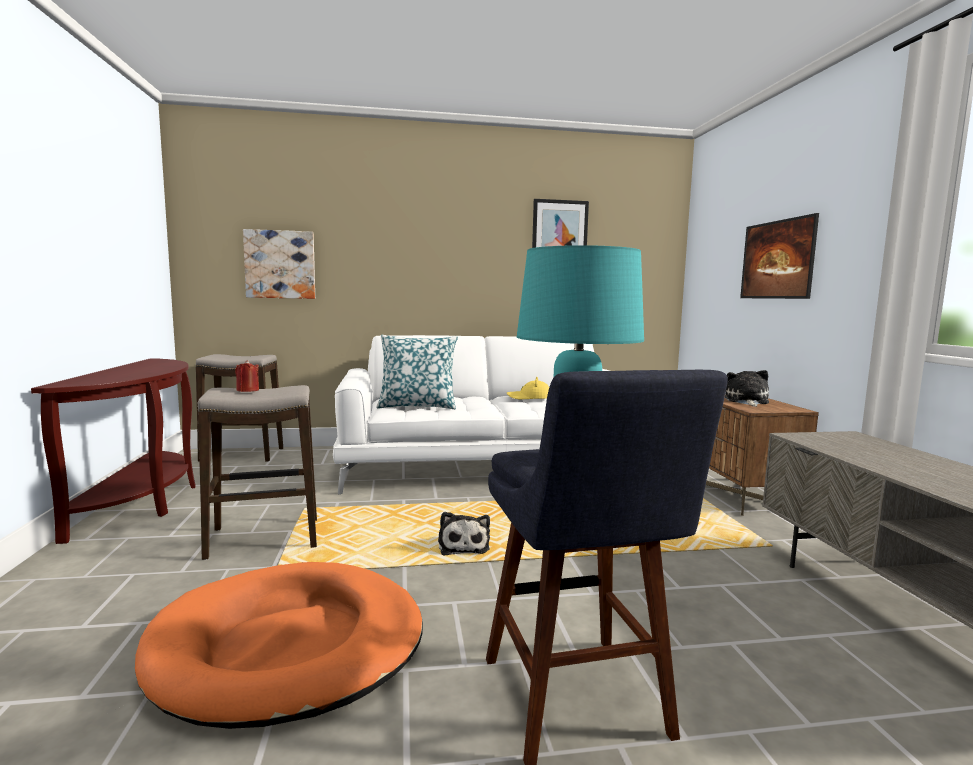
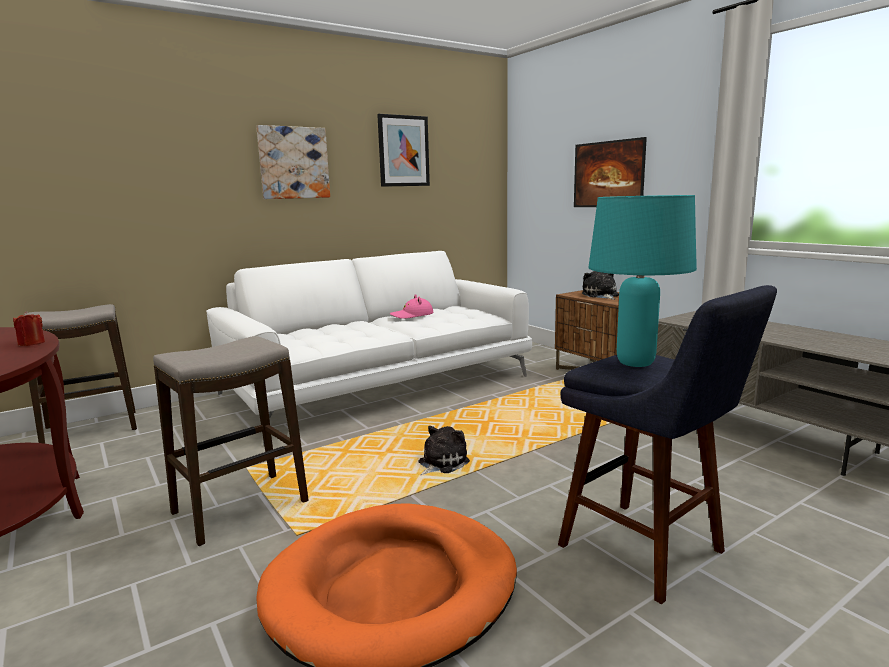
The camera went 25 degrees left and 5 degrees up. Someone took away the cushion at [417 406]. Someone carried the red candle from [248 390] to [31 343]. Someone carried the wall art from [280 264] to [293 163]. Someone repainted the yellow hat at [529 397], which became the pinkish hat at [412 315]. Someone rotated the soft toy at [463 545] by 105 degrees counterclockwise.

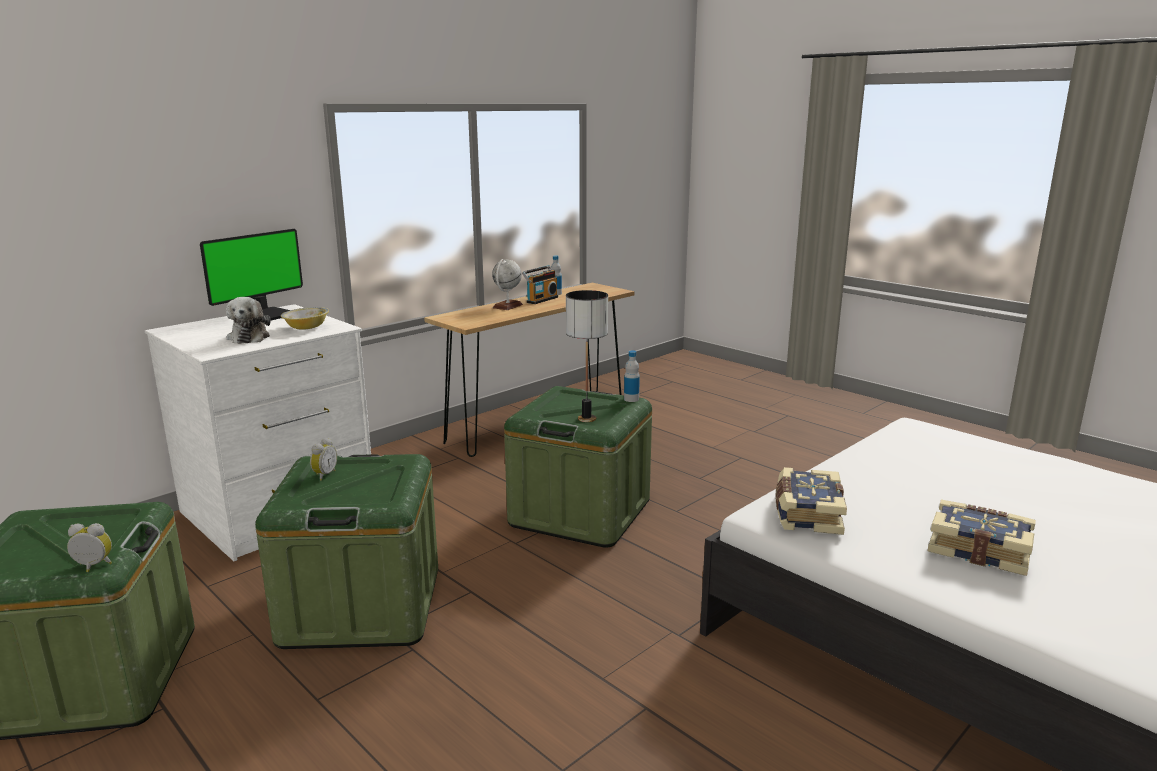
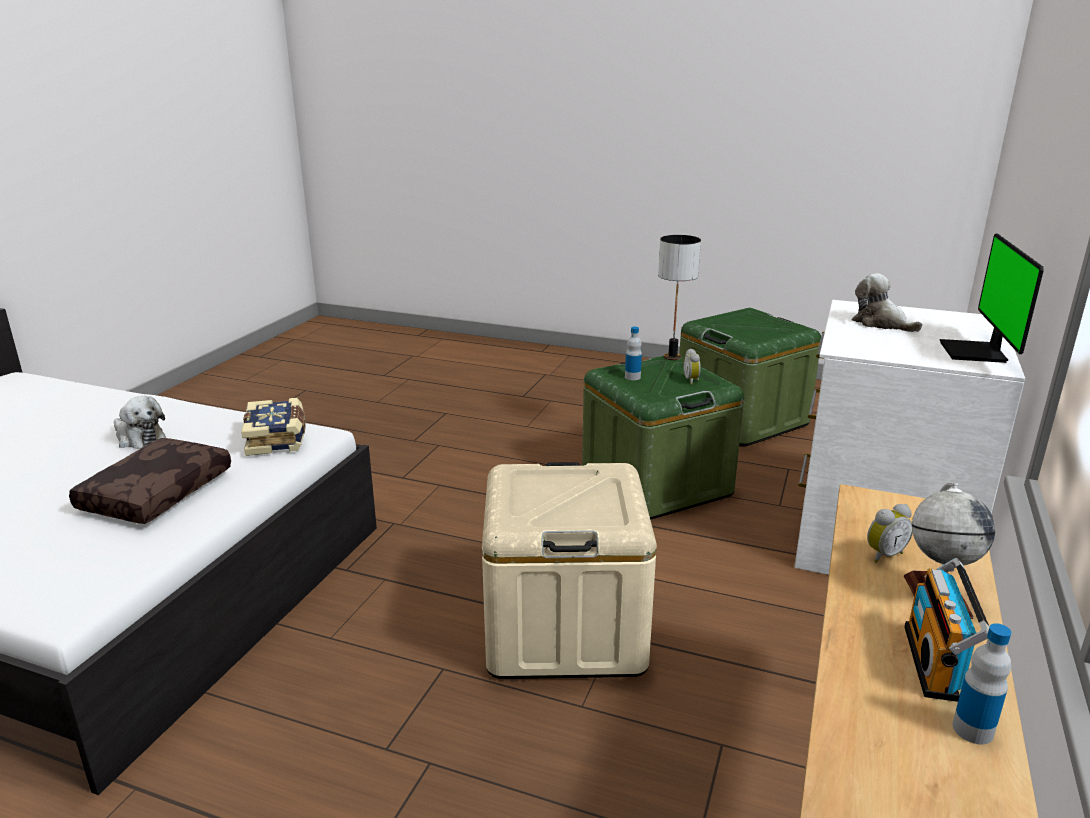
The camera went 155 degrees right and 5 degrees up. Someone took away the bowl at [306 328]. Someone put down the brownish cushion at [156 492]. Someone carried the alarm clock from [93 567] to [883 554]. Someone carried the table lamp from [587 418] to [672 357]. Someone carried the beverage bottle from [631 399] to [632 377]. Someone swapped the book at [979 549] for the soft toy at [139 438]. Someone repainted the green-coloured storage box at [580 513], which became the beige storage box at [564 628].

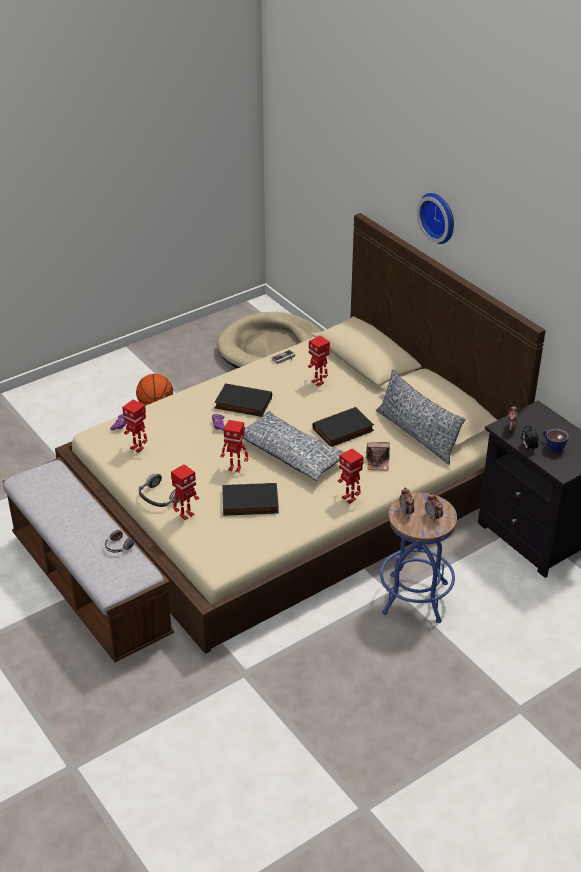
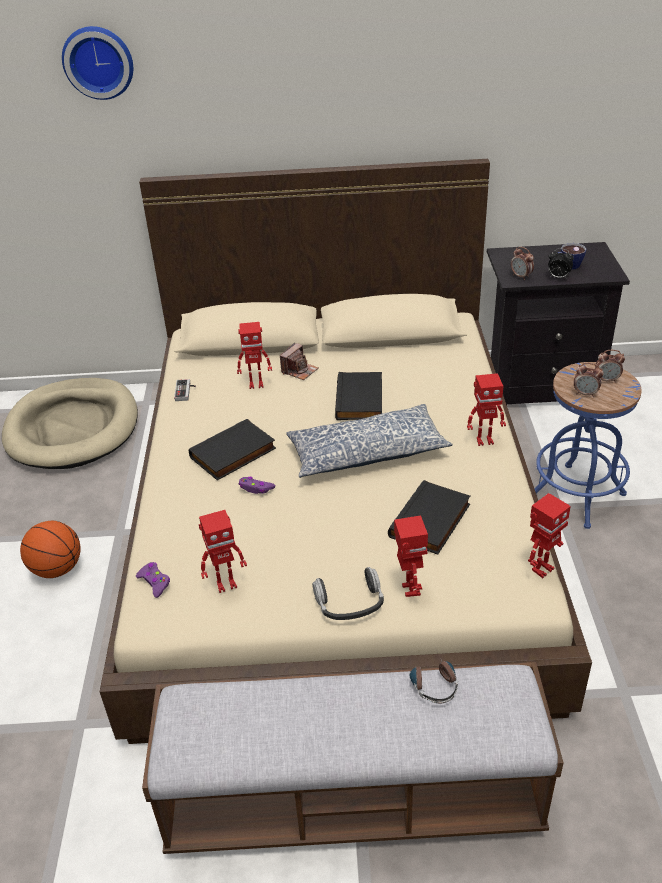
The camera went 55 degrees left and 0 degrees up. Someone took away the cushion at [417 434]. Someone carried the toy robot from [235 468] to [541 569]. Someone carried the photo camera from [378 463] to [299 370]. Someone carried the clock on the wall from [439 217] to [98 61].

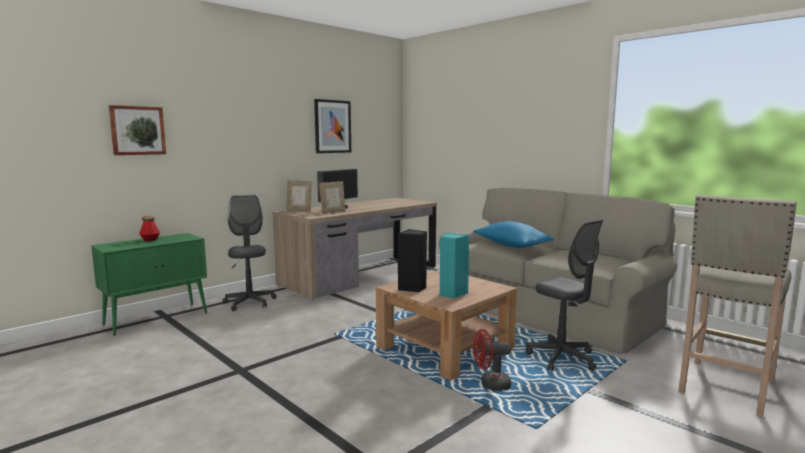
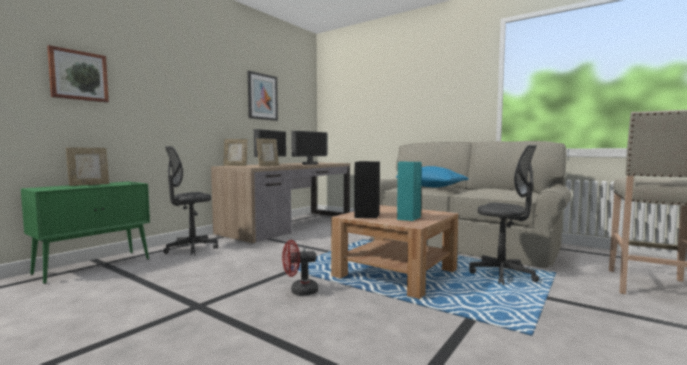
The camera went 10 degrees left and 5 degrees down. Someone put down the computer display at [309 164]. Someone carried the red cooling fan from [490 384] to [299 291]. Someone swapped the beverage bottle at [150 240] for the standing frame at [89 184]. Someone rotated the gray desk chair at [249 303] by 105 degrees counterclockwise.

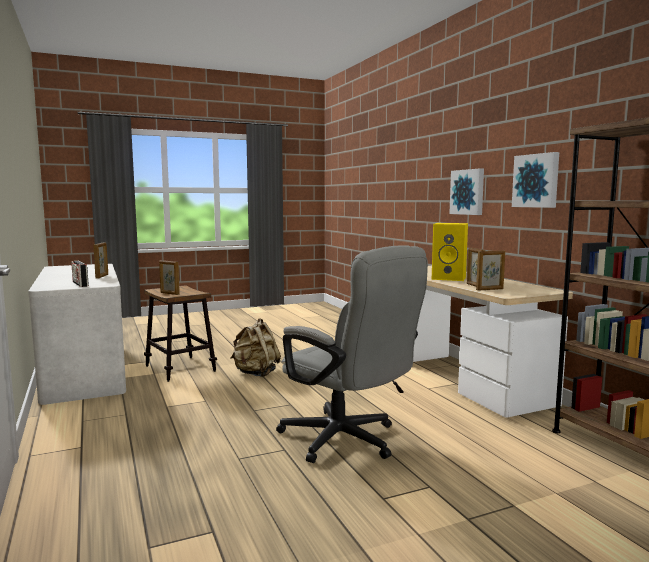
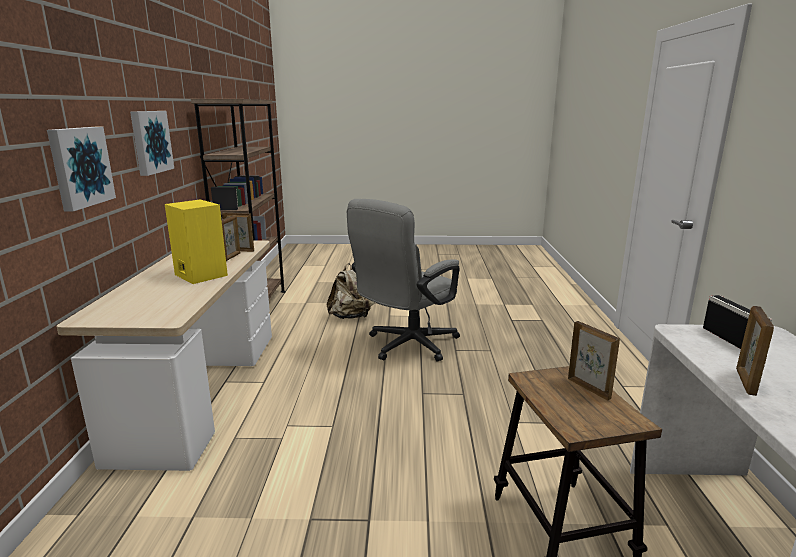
The camera went 155 degrees left and 10 degrees up. Someone carried the beige backpack from [256 373] to [351 317]. Someone rotated the gray desk chair at [347 441] by 120 degrees counterclockwise.

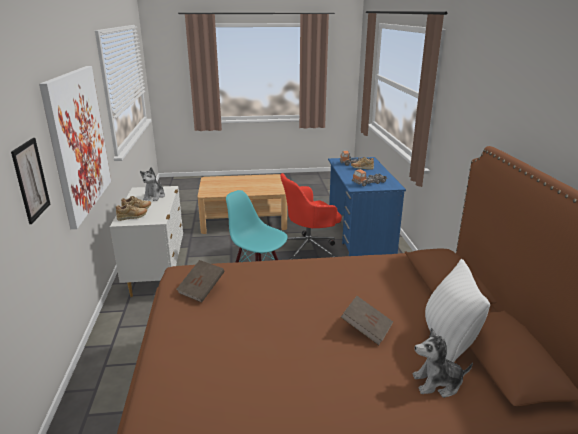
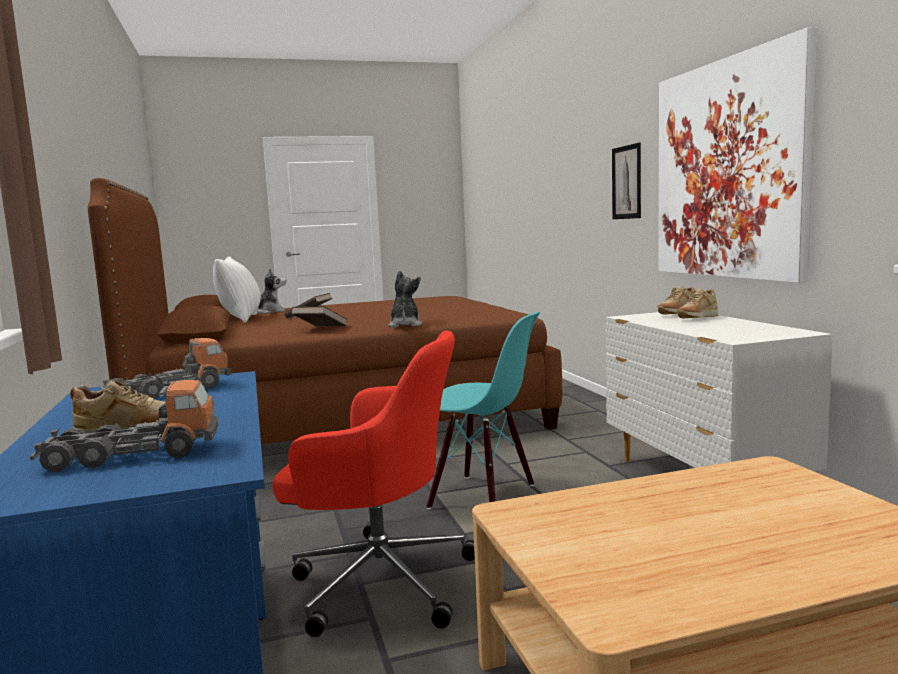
The camera went 170 degrees right and 15 degrees down. Someone carried the soft toy from [154 196] to [405 325]. Someone carried the brownish book from [201 290] to [320 329]. Someone rotated the red desk chair at [309 250] by 45 degrees clockwise.

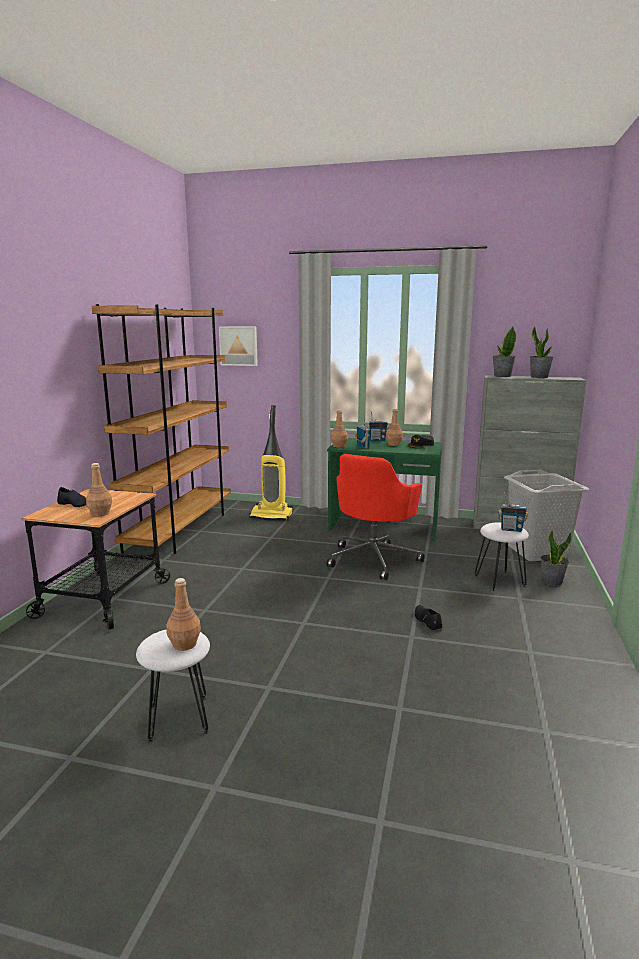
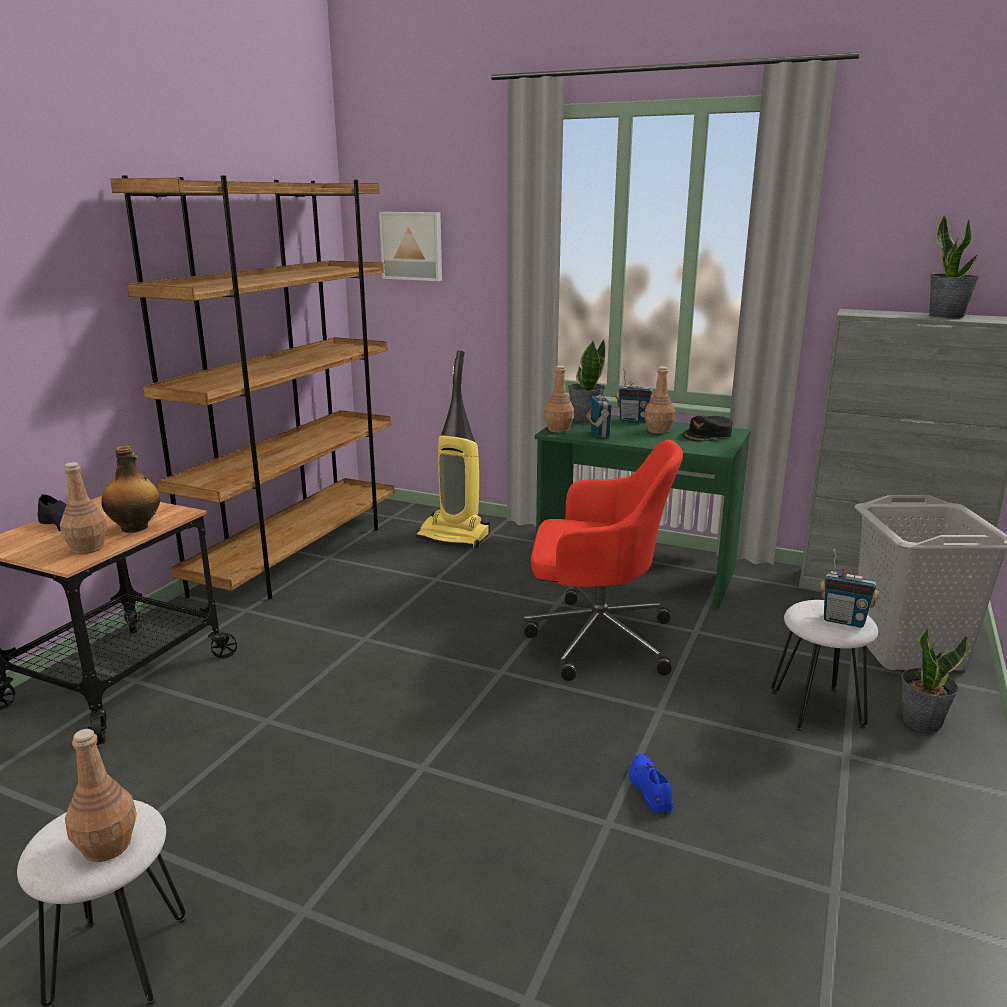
The camera went 10 degrees right and 5 degrees up. Someone put down the beverage bottle at [136 528]. Someone carried the plant in a pot from [502 376] to [585 419]. Someone repainted the black item of footwear at [427 620], which became the bluish item of footwear at [650 788]. Someone rotated the red desk chair at [374 559] by 120 degrees counterclockwise.

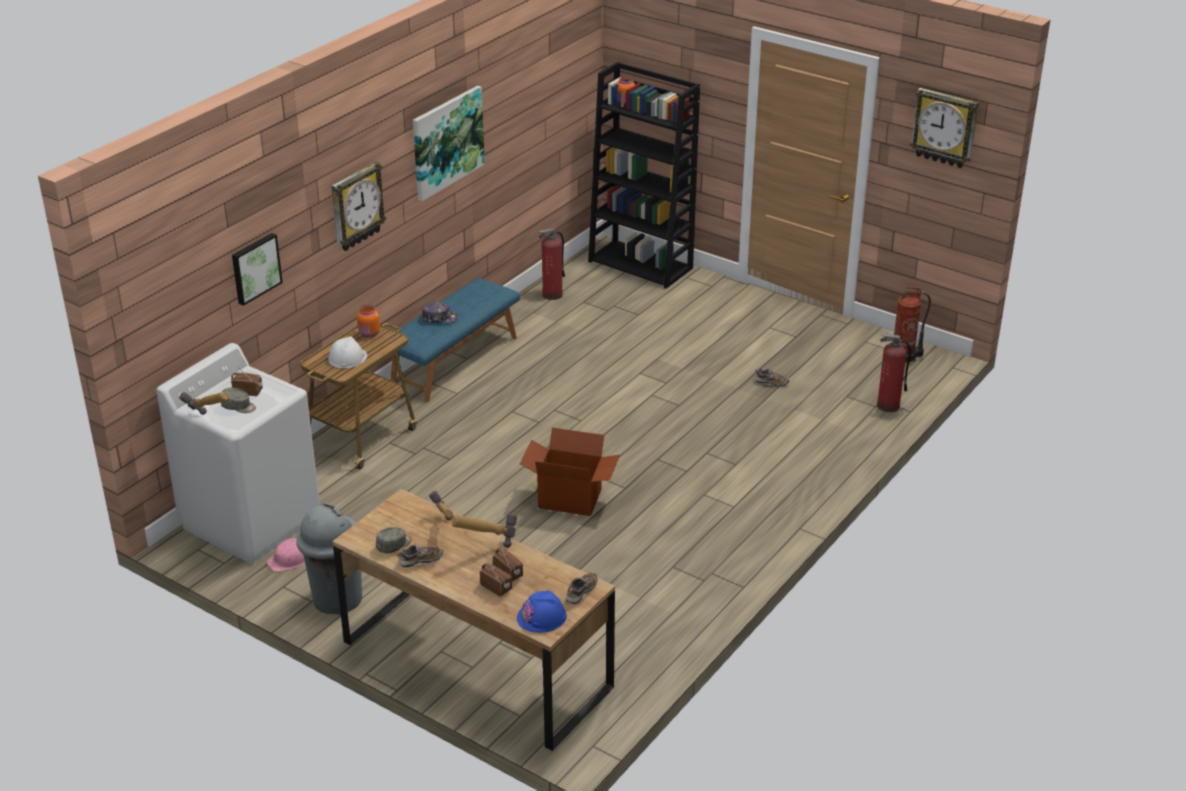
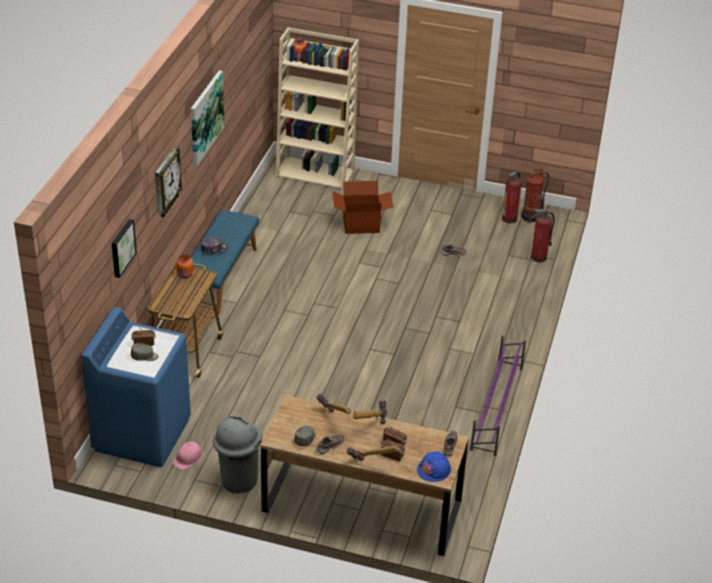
The camera went 20 degrees left and 5 degrees up. Someone took away the whitish work helmet at [347 358]. Someone took away the clock on the wall at [945 128]. Someone put down the purple shoe shelf at [496 408]. Someone carried the tool hammer from [208 424] to [371 468]. Someone carried the cardboard box from [570 498] to [361 224]. Someone carried the fire-fighting cylinder from [552 295] to [509 219]. Someone repainted the whitish washing machine at [252 521], which became the bluish washing machine at [142 434]. Someone repainted the black shelving unit at [641 265], which became the beige shelving unit at [316 174].

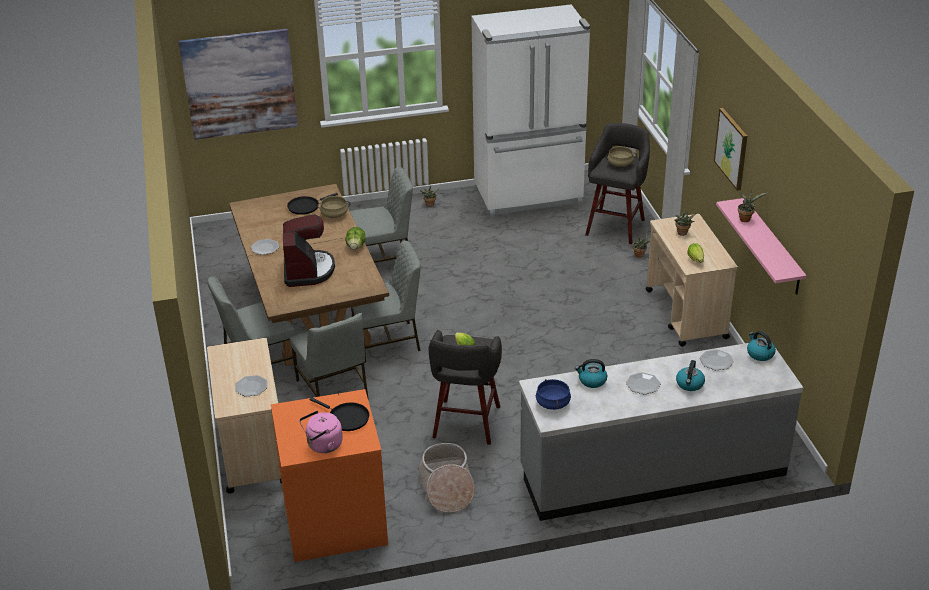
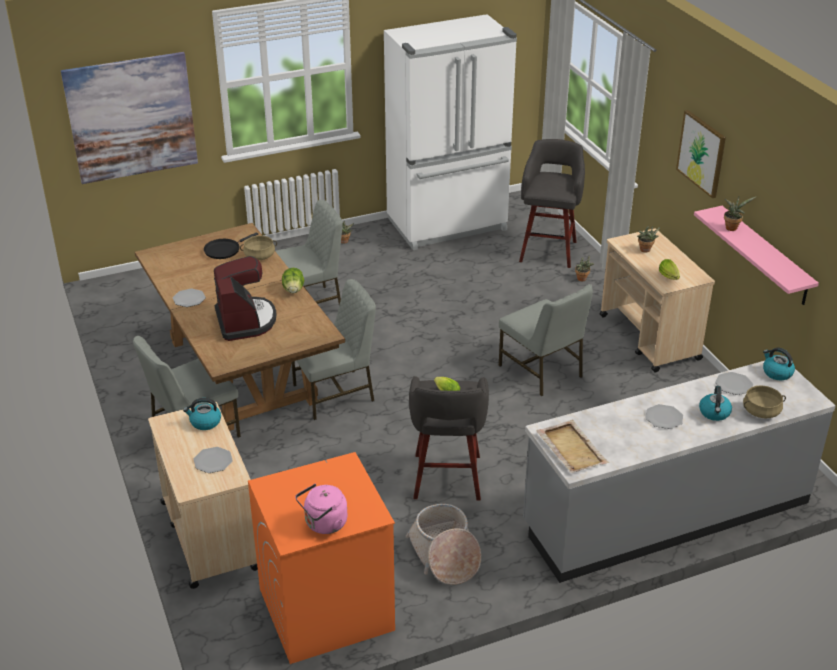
The camera went 10 degrees left and 0 degrees up. Someone took away the black pan at [346 418]. Someone carried the gray chair from [333 390] to [542 371]. Someone carried the kettle from [592 381] to [205 422]. Someone carried the beige stockpot from [620 164] to [761 412]. Someone swapped the bluish stockpot at [552 403] for the beige serving tray at [571 448].

